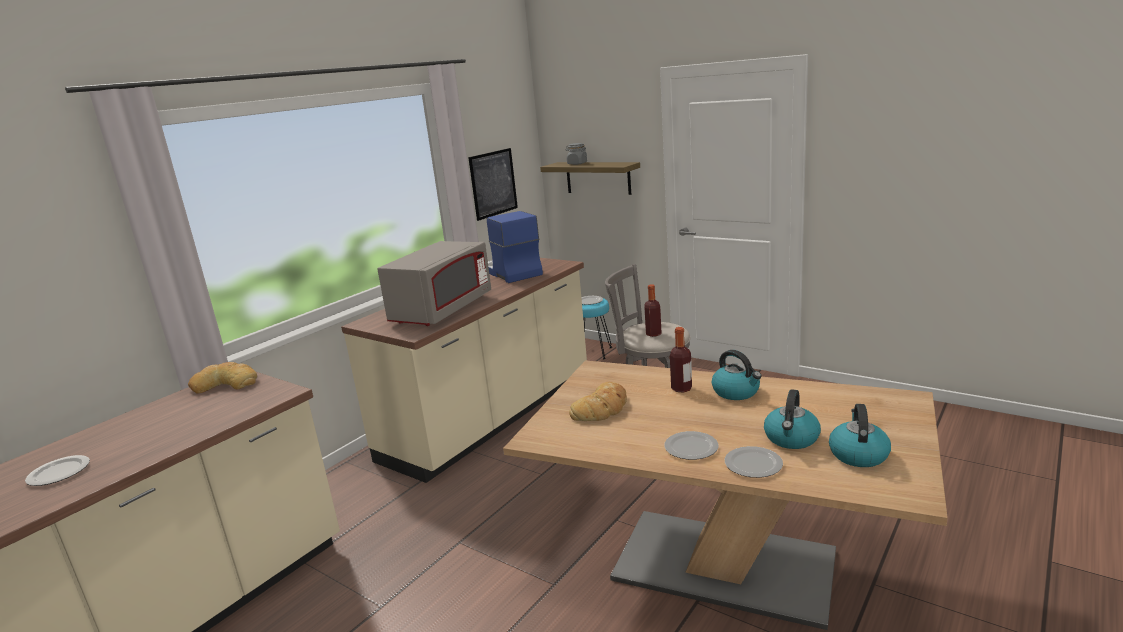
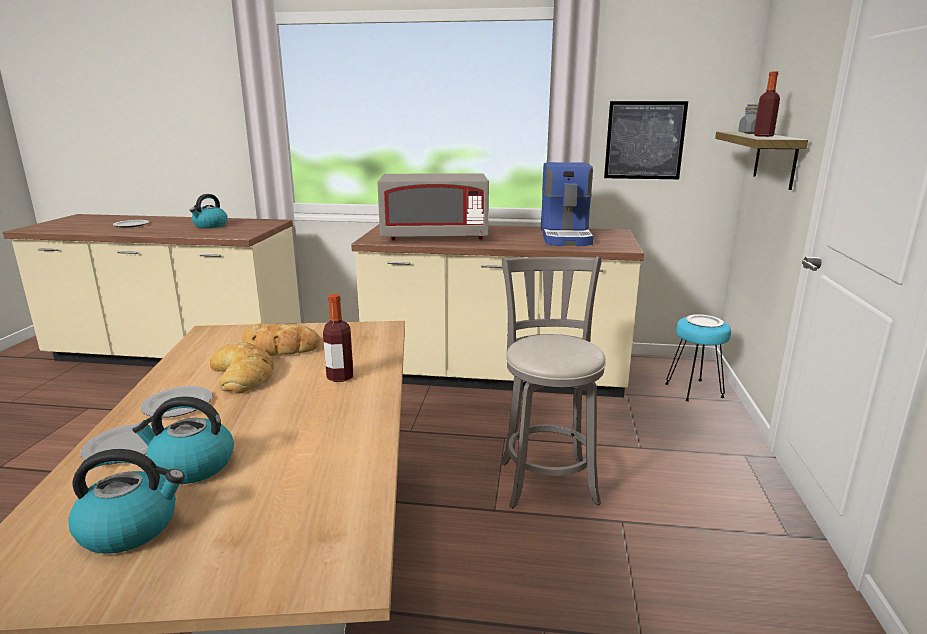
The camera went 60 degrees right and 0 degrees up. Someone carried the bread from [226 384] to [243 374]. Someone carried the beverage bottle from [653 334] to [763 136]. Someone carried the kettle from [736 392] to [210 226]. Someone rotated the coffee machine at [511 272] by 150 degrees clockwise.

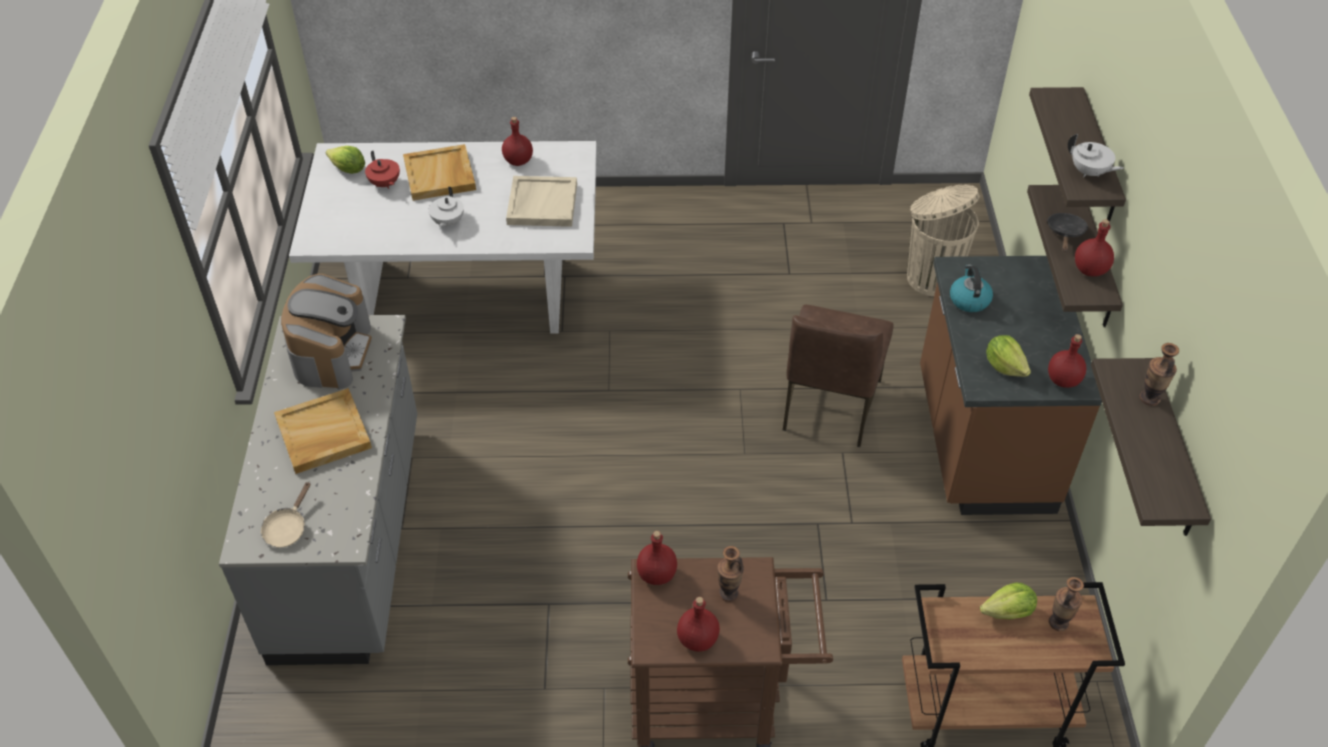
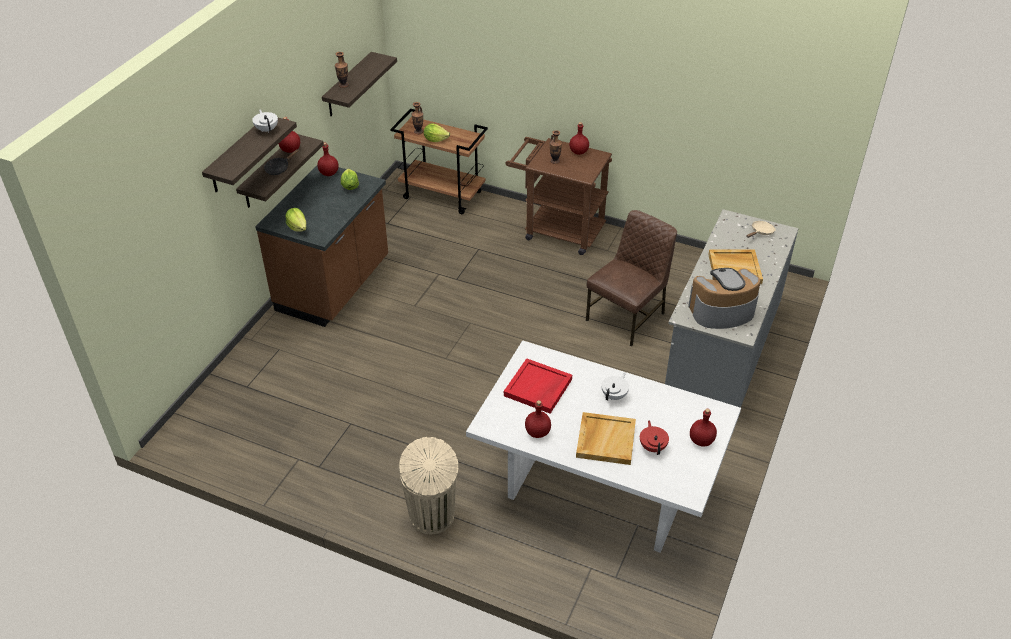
The camera went 155 degrees left and 5 degrees down. Someone took away the kettle at [969 299]. Someone carried the head of lettuce from [348 170] to [297 227]. Someone carried the red beverage bottle from [657 574] to [701 441]. Someone carried the brownish chair from [829 405] to [627 317]. Someone carried the beige rubbish bin from [931 277] to [432 517]. Someone repainted the beige serving tray at [541 203], which became the red serving tray at [538 388]. Someone rotated the coffee machine at [332 352] by 45 degrees clockwise.

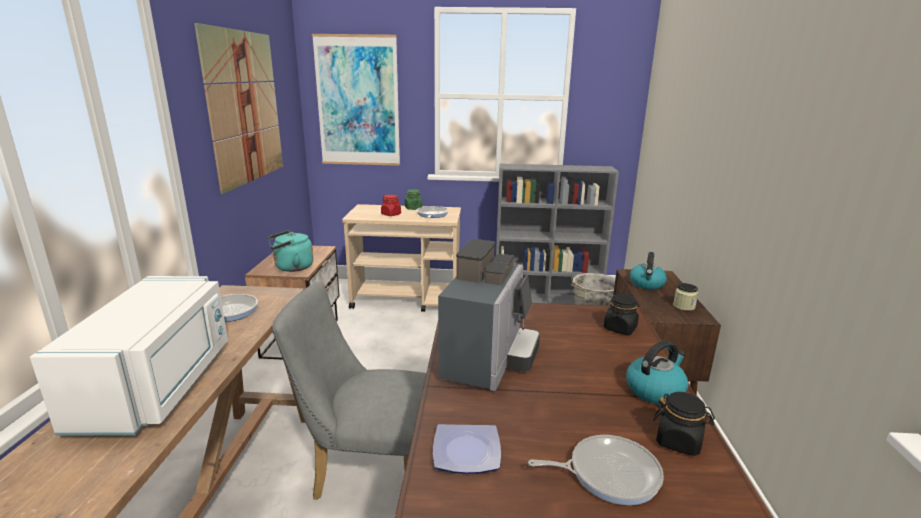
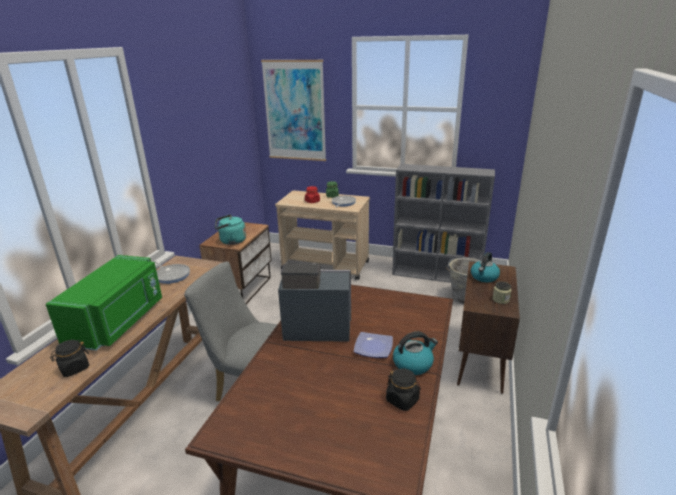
The camera went 15 degrees right and 5 degrees up. Someone took away the wall art at [245 107]. Someone took away the pan at [608 473]. Someone carried the flat dish from [465 453] to [372 348]. Someone carried the black preserve jar from [620 328] to [74 368]. Someone repainted the whitish microwave oven at [160 384], which became the green-coloured microwave oven at [118 321]. Someone rotated the coffee machine at [489 360] by 120 degrees counterclockwise.

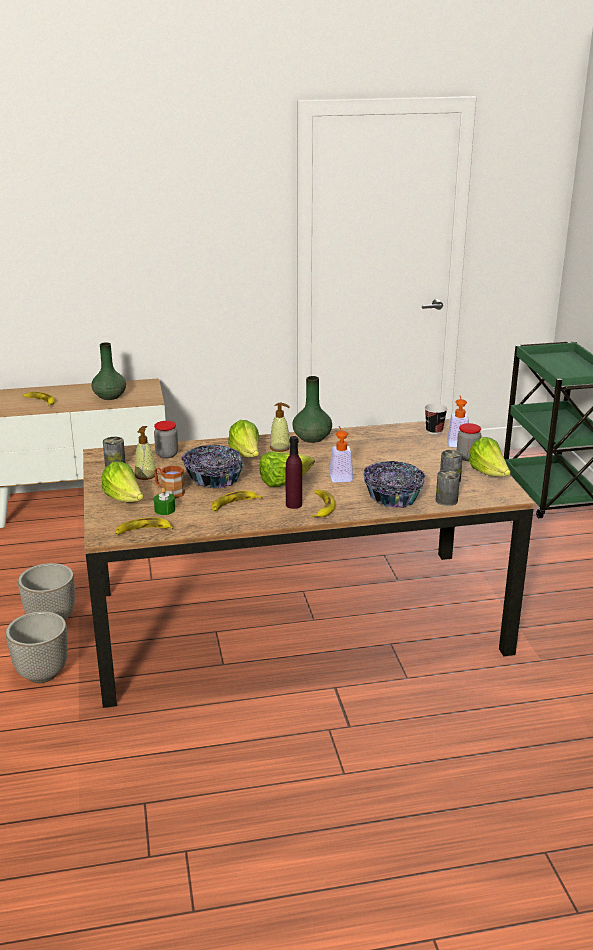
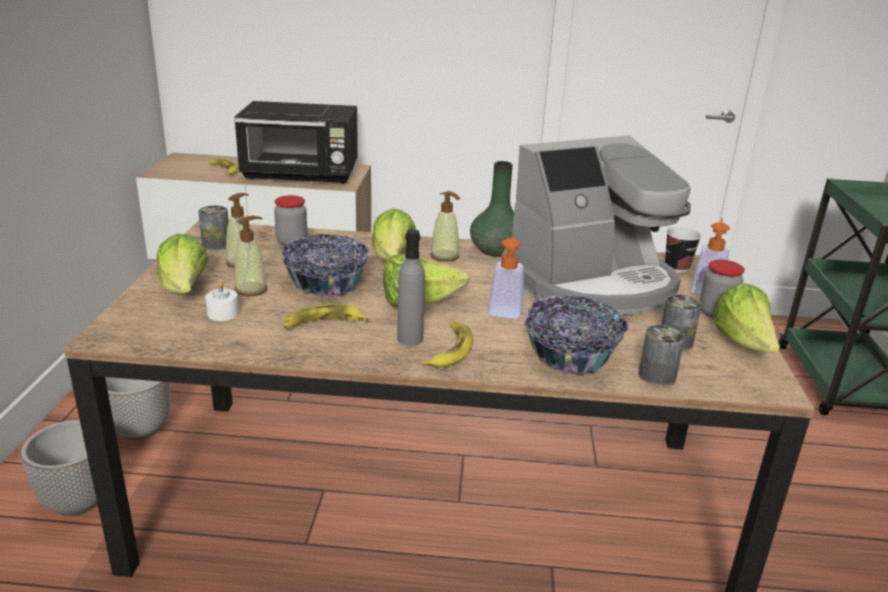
The camera went 15 degrees right and 0 degrees up. Someone took away the banana at [143 531]. Someone put down the coffee machine at [592 283]. Someone swapped the green-coloured decorative vase at [110 396] for the black microwave oven at [302 175]. Someone swapped the brownish coffee mug at [169 492] for the liquid soap bottle at [251 290]. Someone repainted the green-coloured candle at [165 510], which became the whitish candle at [223 313]. Someone repainted the purple beverage bottle at [293 504], which became the gray beverage bottle at [410 339].

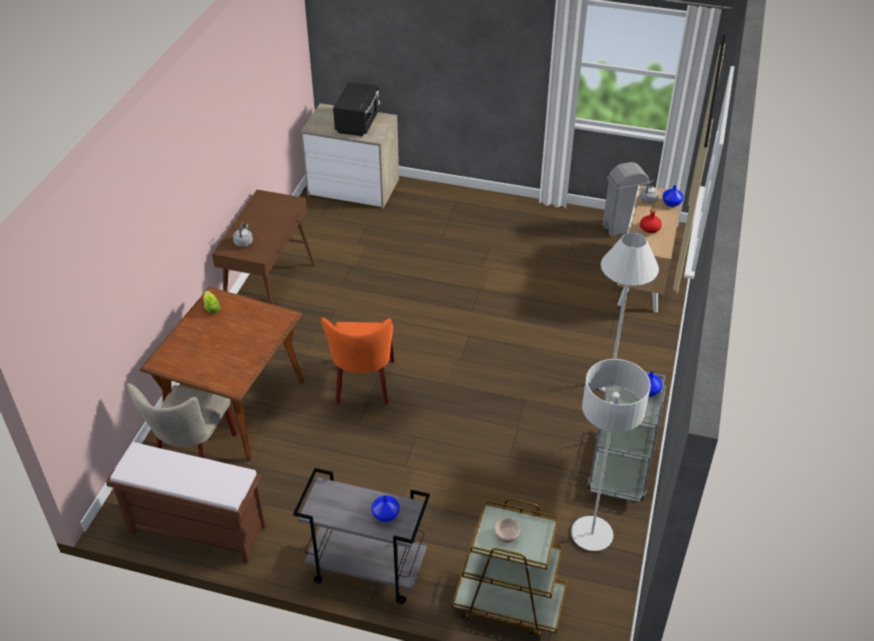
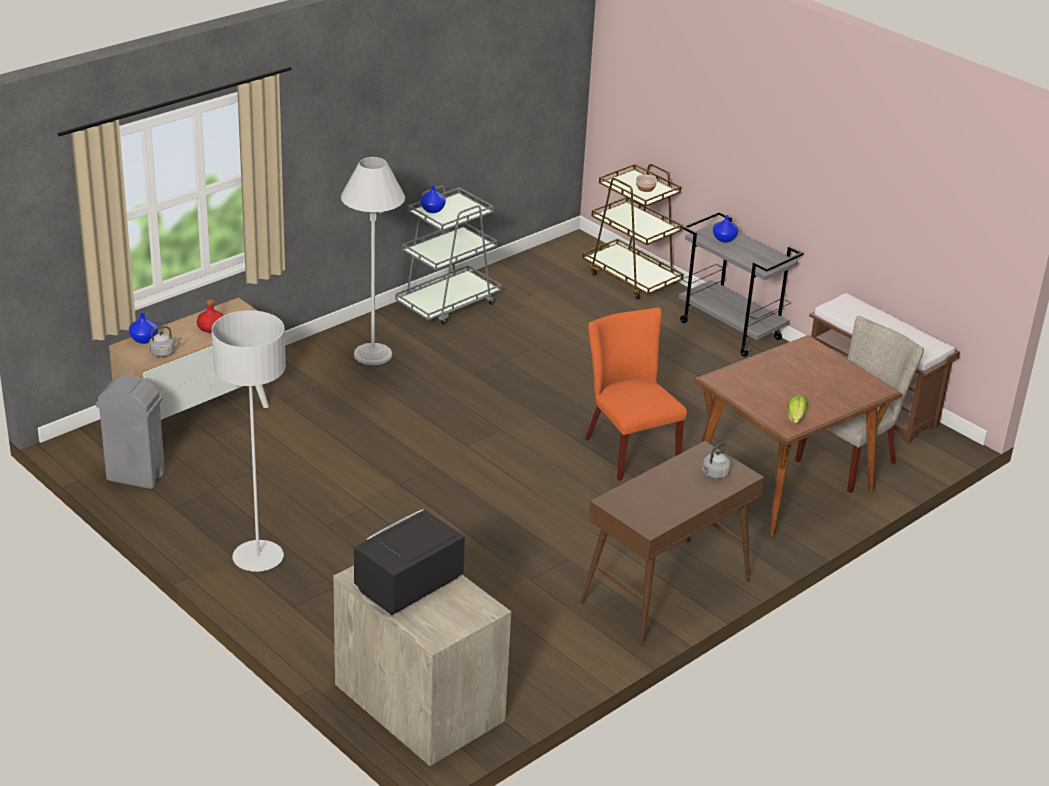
The camera went 150 degrees left and 10 degrees down. Someone carried the gray standard lamp from [591 534] to [258 558]. Someone rotated the orangey chair at [364 385] by 60 degrees counterclockwise.

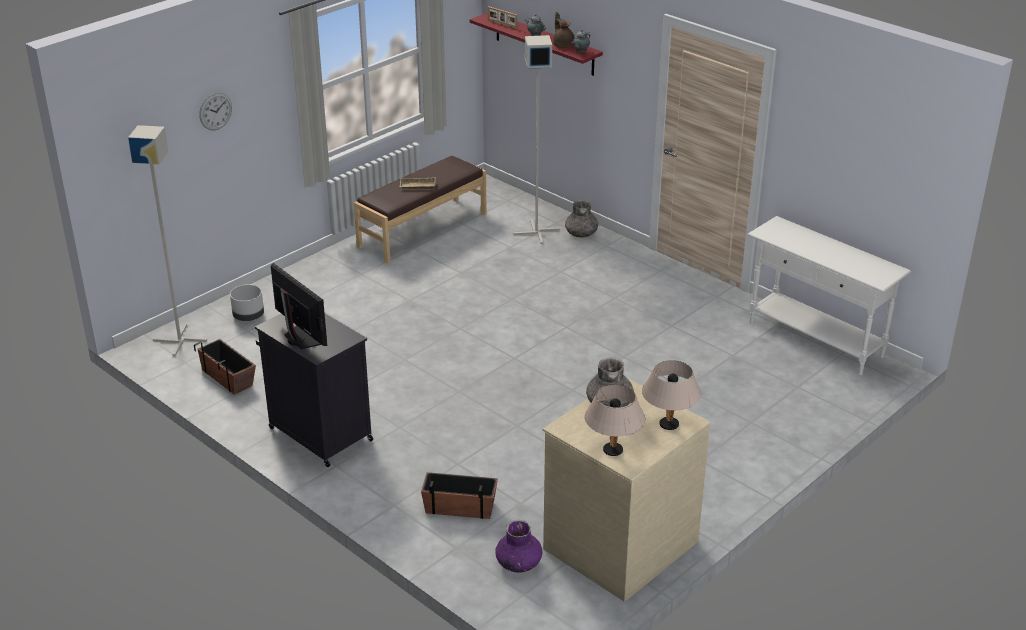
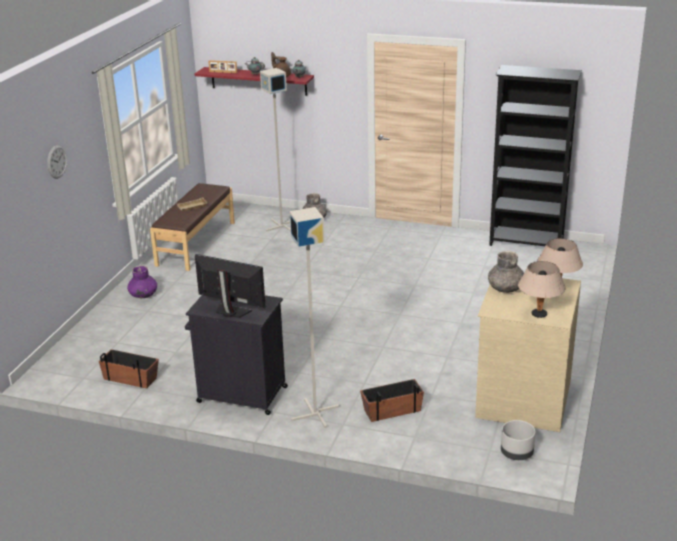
The camera went 25 degrees left and 5 degrees down. Someone carried the gray standard lamp from [181 340] to [315 413]. Someone carried the gray plant pot from [249 316] to [516 453]. Someone carried the purple decorative vase from [518 563] to [143 295]. Someone swapped the whitish hall table at [815 340] for the black shelving unit at [526 244].

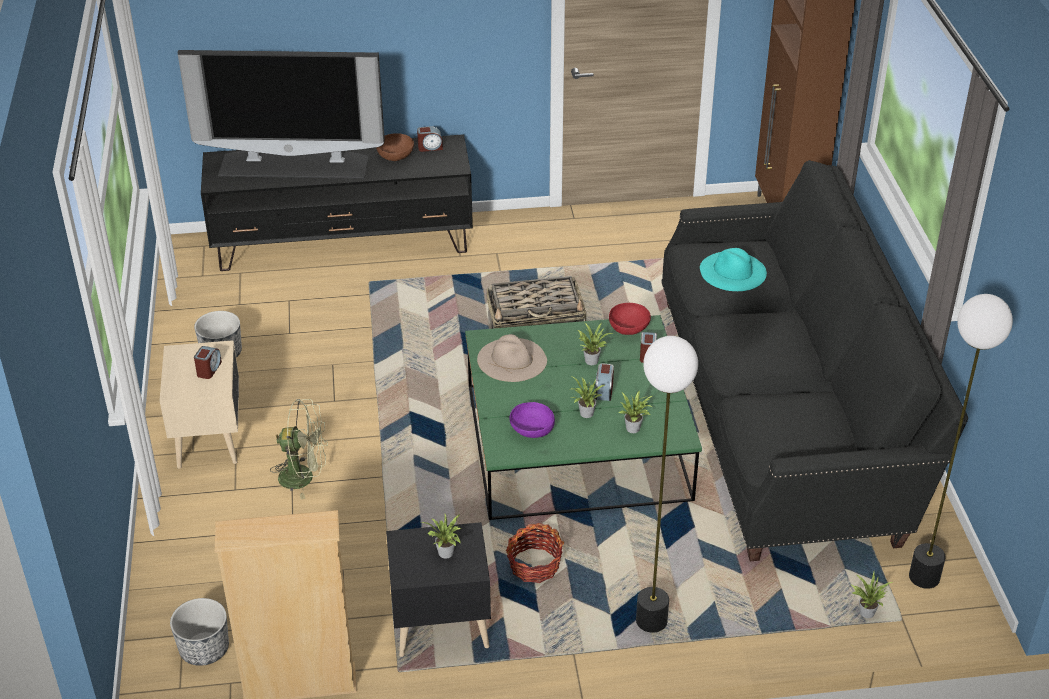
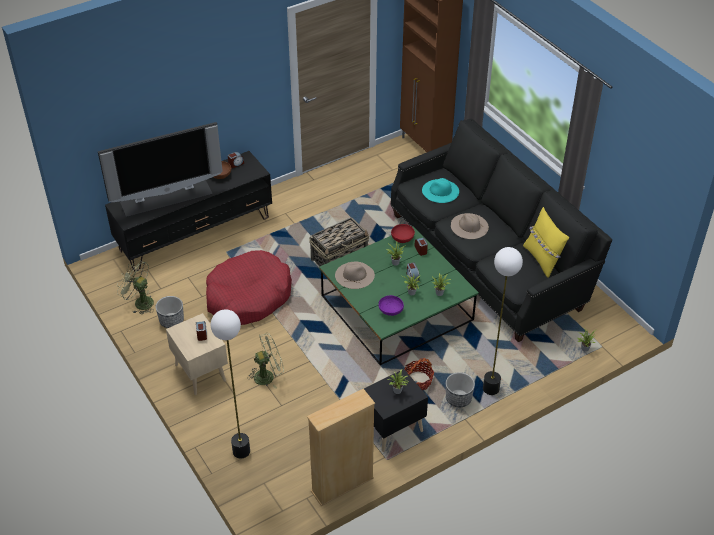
The camera went 25 degrees left and 5 degrees up. Someone put down the green-coloured cooling fan at [140 302]. Someone put down the red pet bed at [248 297]. Someone put down the beige hat at [469 226]. Someone put down the yellow cushion at [542 259]. Someone carried the plant pot from [204 649] to [458 399]. Someone carried the standard lamp from [923 576] to [241 451].

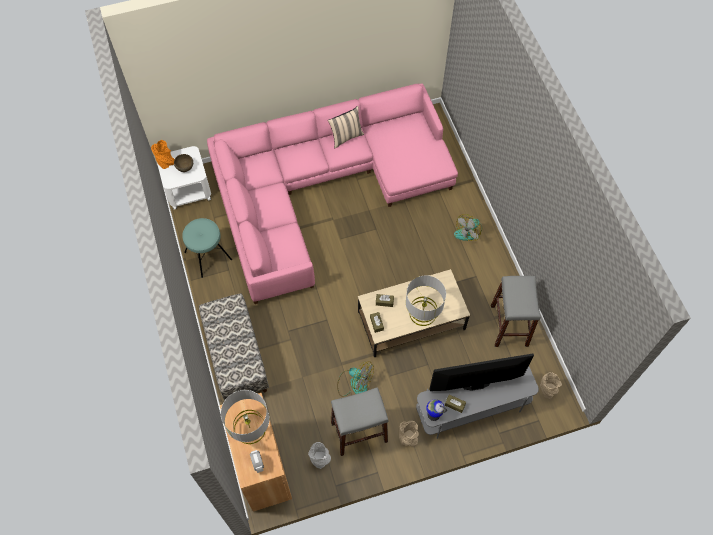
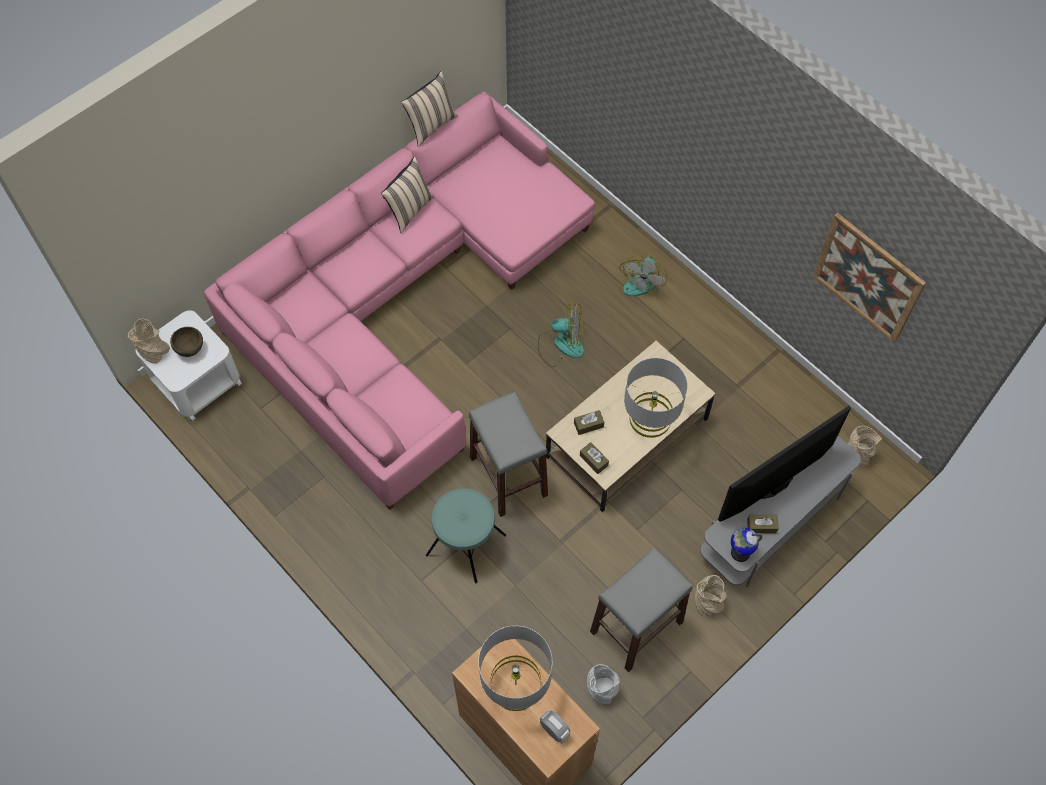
The camera went 25 degrees left and 0 degrees up. Someone took away the indoor bench at [236 357]. Someone put down the beige cushion at [430 125]. Someone put up the wall art at [867 278]. Someone carried the turquoise stool seat from [208 256] to [466 545]. Someone carried the cooling fan from [354 383] to [561 344]. Someone carried the gray stool seat from [509 325] to [508 476]. Someone repainted the orangey decorative vase at [165 162], which became the beige decorative vase at [154 352].

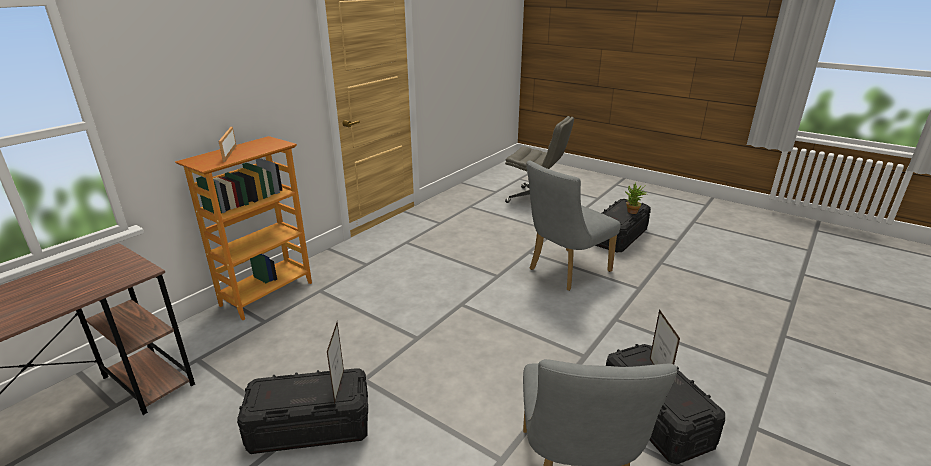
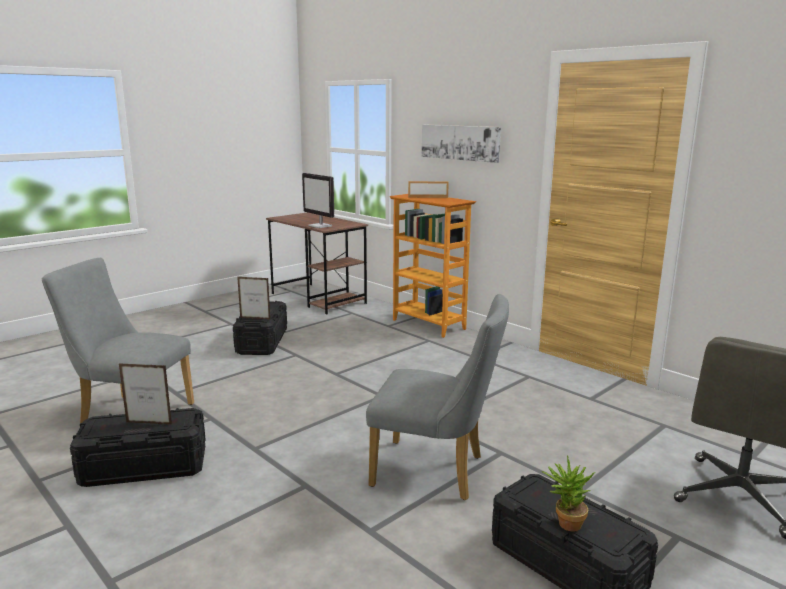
The camera went 100 degrees right and 10 degrees down. Someone put down the computer display at [320 226]. Someone put up the wall art at [460 142]. Someone rotated the gray chair at [565 272] by 135 degrees clockwise.

